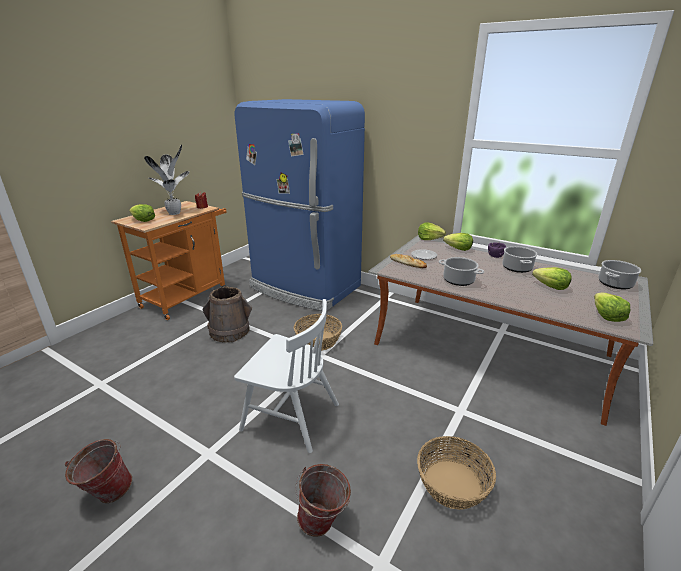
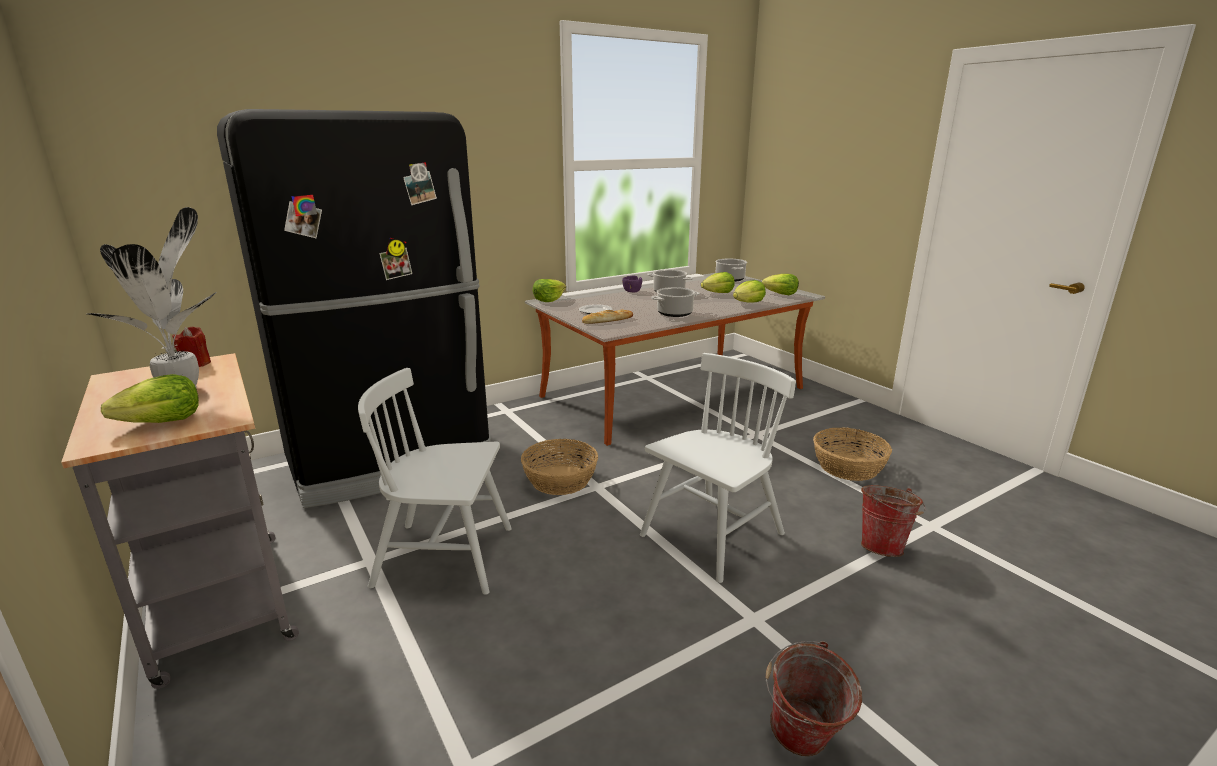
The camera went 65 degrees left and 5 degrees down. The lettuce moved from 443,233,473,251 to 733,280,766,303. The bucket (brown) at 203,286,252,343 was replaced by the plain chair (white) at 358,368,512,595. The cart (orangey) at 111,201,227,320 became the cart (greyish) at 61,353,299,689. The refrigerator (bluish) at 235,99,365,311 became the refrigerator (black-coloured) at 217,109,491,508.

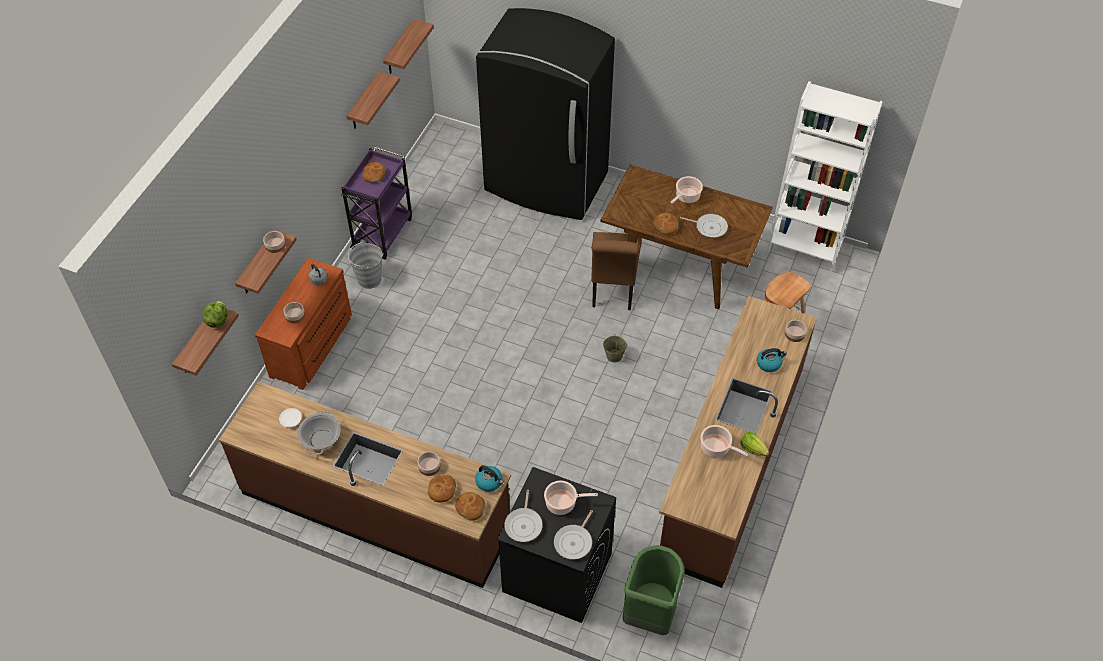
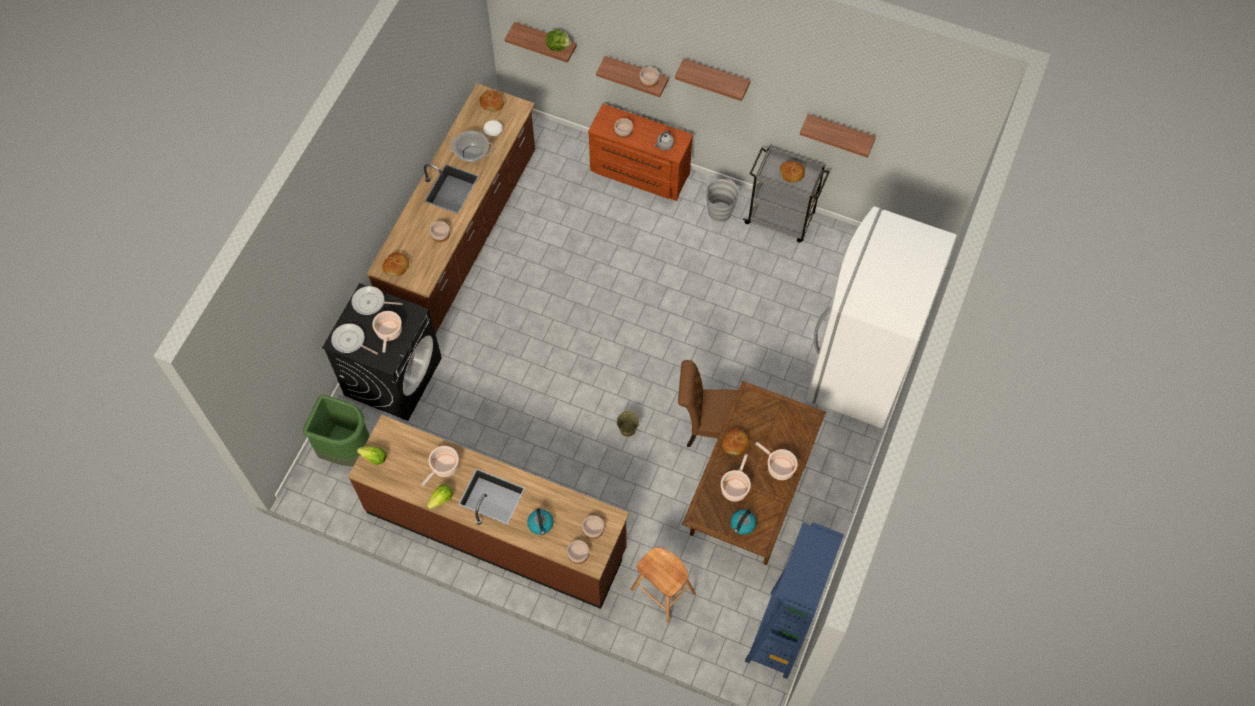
The camera went 90 degrees right and 10 degrees up. The lettuce at 357,446,386,465 appeared. The deep dish at 582,515,604,539 appeared. The shelf moved from 383,19,434,74 to 675,58,750,101. The bakery bread moved from 428,475,456,503 to 479,91,504,112. The kettle moved from 475,465,504,492 to 731,510,756,535. The frying pan at 680,214,728,238 was replaced by the saucepot at 721,454,751,502. The cart (purple) at 341,147,412,260 became the cart (greyish) at 743,146,830,243. The refrigerator (black-coloured) at 476,8,615,220 became the refrigerator (white) at 807,206,957,428. The bookcase (white) at 766,81,883,273 became the bookcase (bluish) at 745,522,844,679.

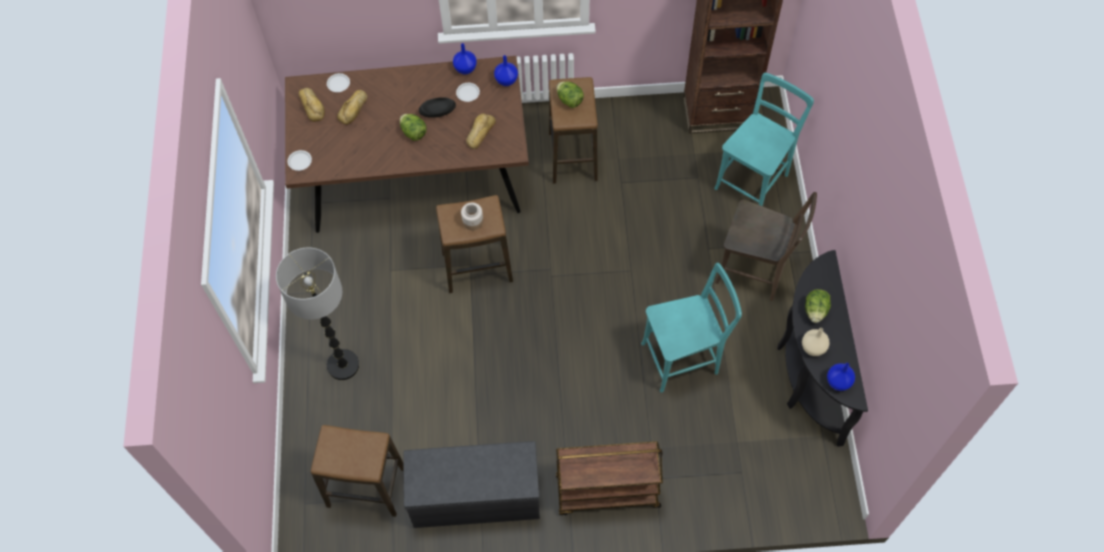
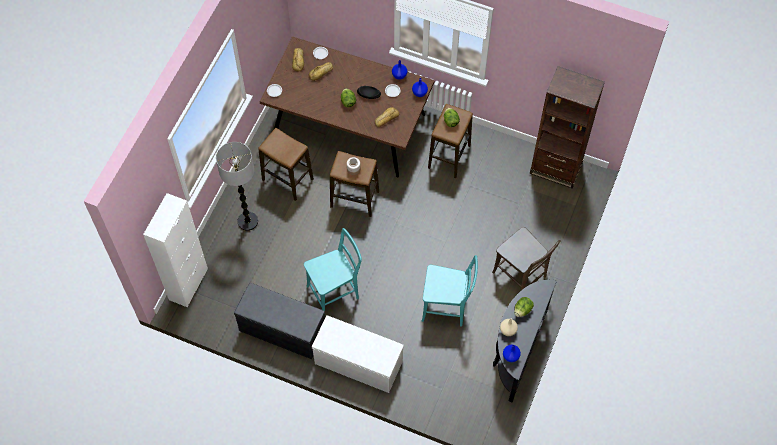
The camera went 25 degrees right and 0 degrees up. The cabinet (white) at 143,193,208,307 appeared. The sitting stool moved from 311,425,404,517 to 259,128,314,201. The plain chair (blue-green) moved from 714,73,814,206 to 304,228,362,311. The cart (brown) at 556,441,663,516 was replaced by the indoor bench (white) at 312,315,404,393.

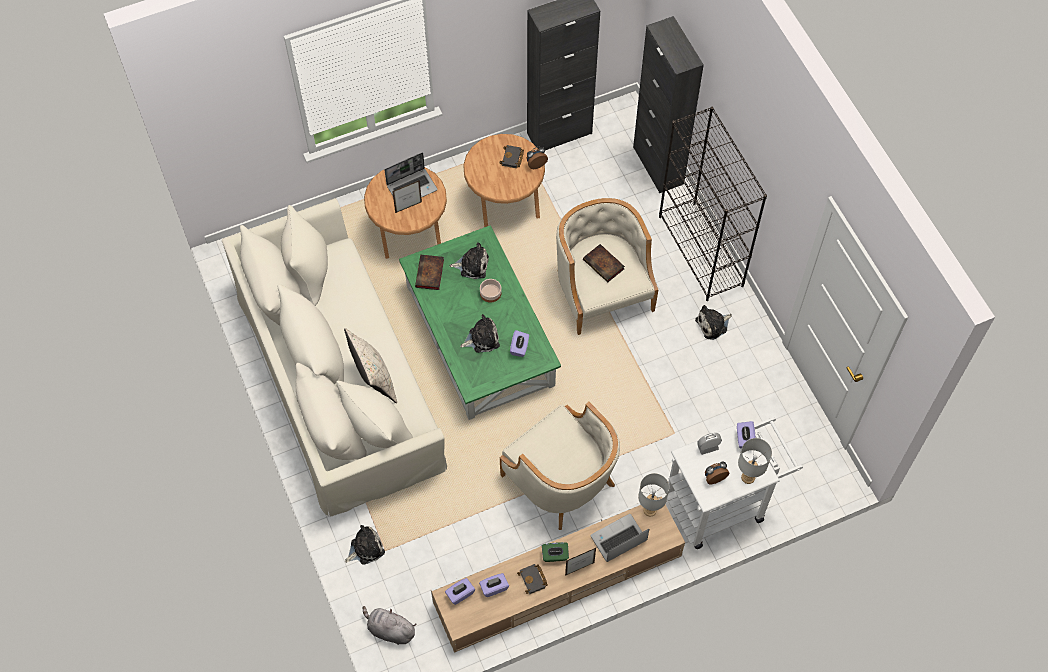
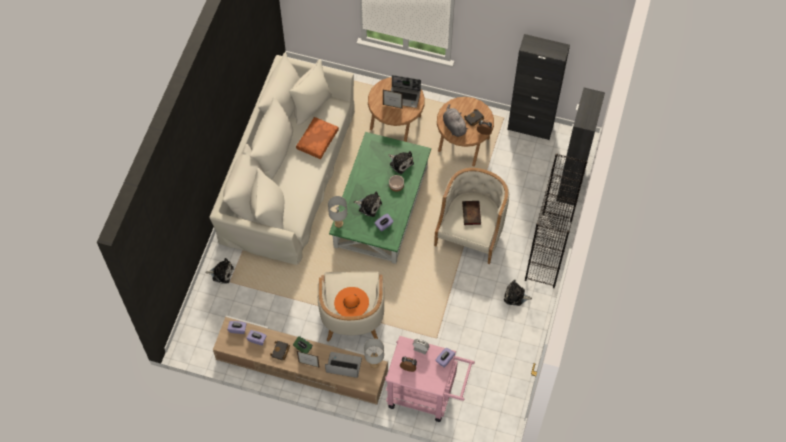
The camera went 40 degrees right and 0 degrees up. The pillow (beige-coloured) at 344,328,397,403 disappeared. The volume at 415,255,444,290 disappeared. The pillow (orangey) at 296,117,339,159 appeared. The hat (orangey) at 334,287,369,316 appeared. The cuddly toy (greyish) moved from 363,606,417,645 to 443,104,469,137. The lamp for a table (greyish) moved from 738,438,772,484 to 328,196,347,228. The cart (white) at 665,417,803,549 became the cart (pinkish) at 385,336,475,422.

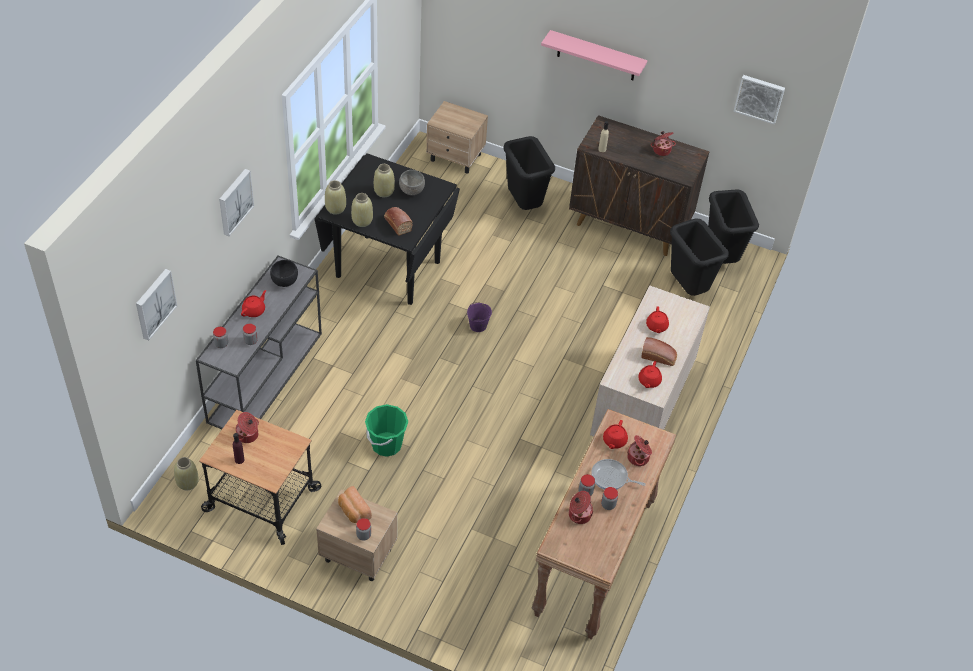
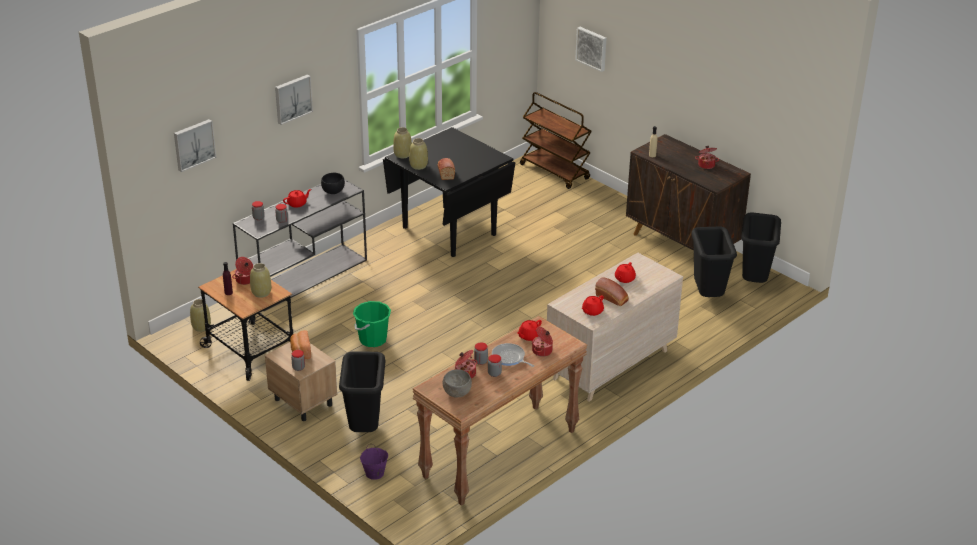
The camera went 25 degrees right and 15 degrees down. The shelf (pinkish) at 541,30,647,80 disappeared. The decorative vase (beige-coloured) moved from 374,164,395,197 to 250,263,271,298. The deep dish (greyish) moved from 399,170,425,195 to 443,369,472,397. The bucket (purple) moved from 467,302,492,332 to 360,444,388,480. The rubbish bin (black-coloured) moved from 503,136,555,210 to 339,352,386,432. The wall picture moved from 734,75,785,124 to 575,27,607,72. The night table (beige-coloured) at 426,101,488,174 was replaced by the cart (brown) at 520,92,592,189.

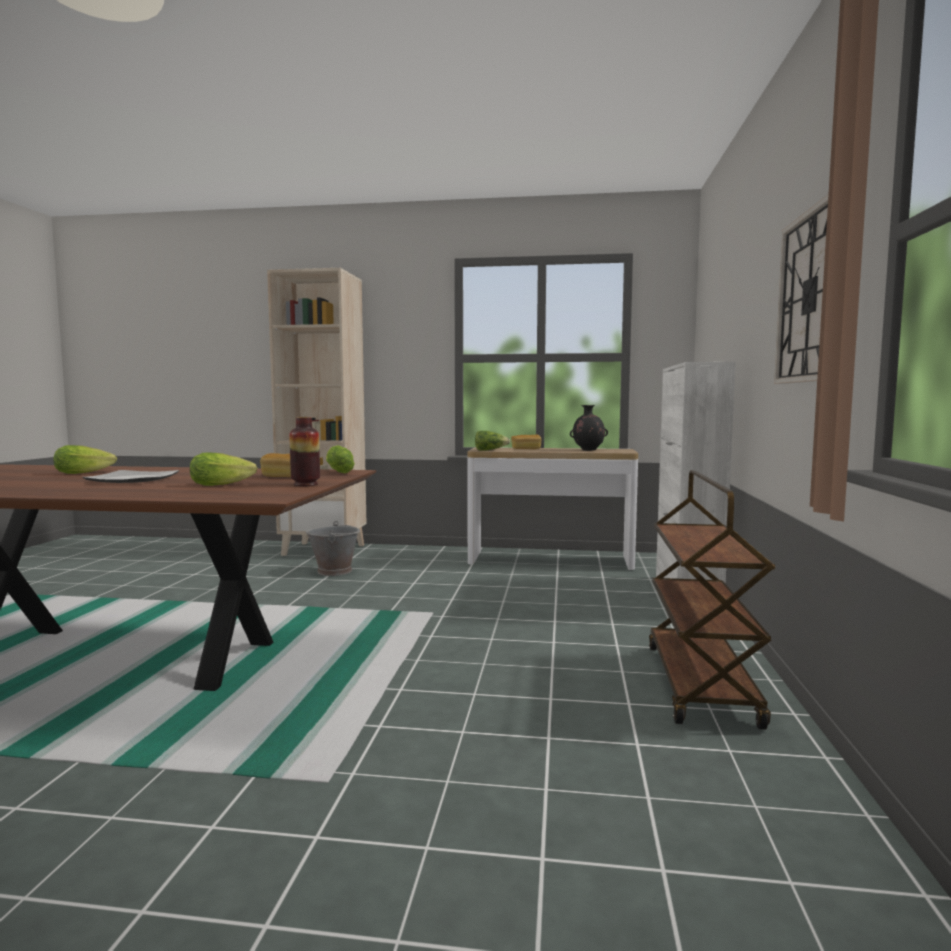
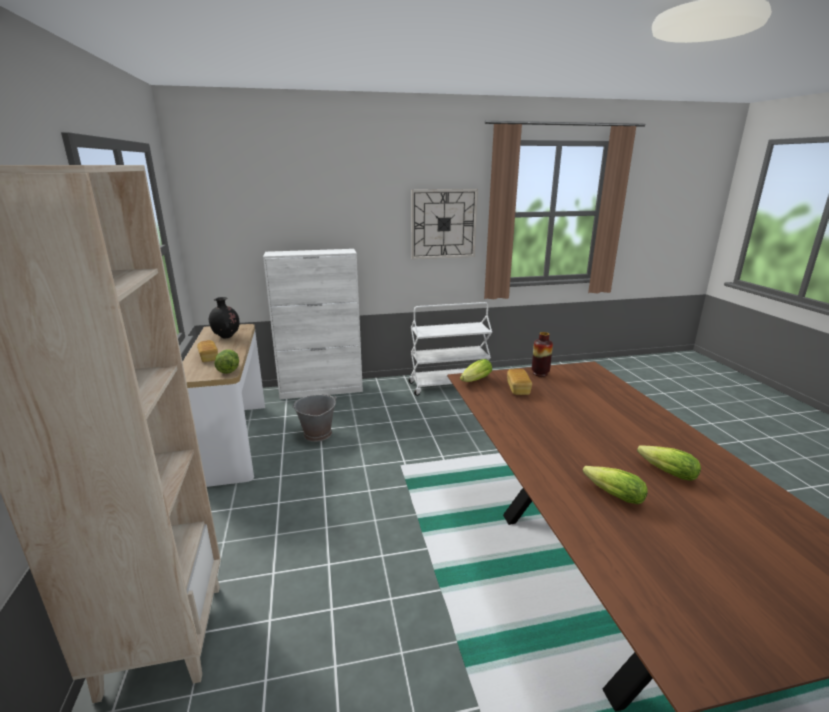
The camera went 110 degrees left and 15 degrees up. The plate at 83,470,179,483 disappeared. The lettuce moved from 190,452,257,486 to 637,445,701,481. The bucket (greyish) moved from 306,521,360,576 to 292,394,337,442. The cart (brown) at 649,470,775,730 became the cart (white) at 408,302,492,396.

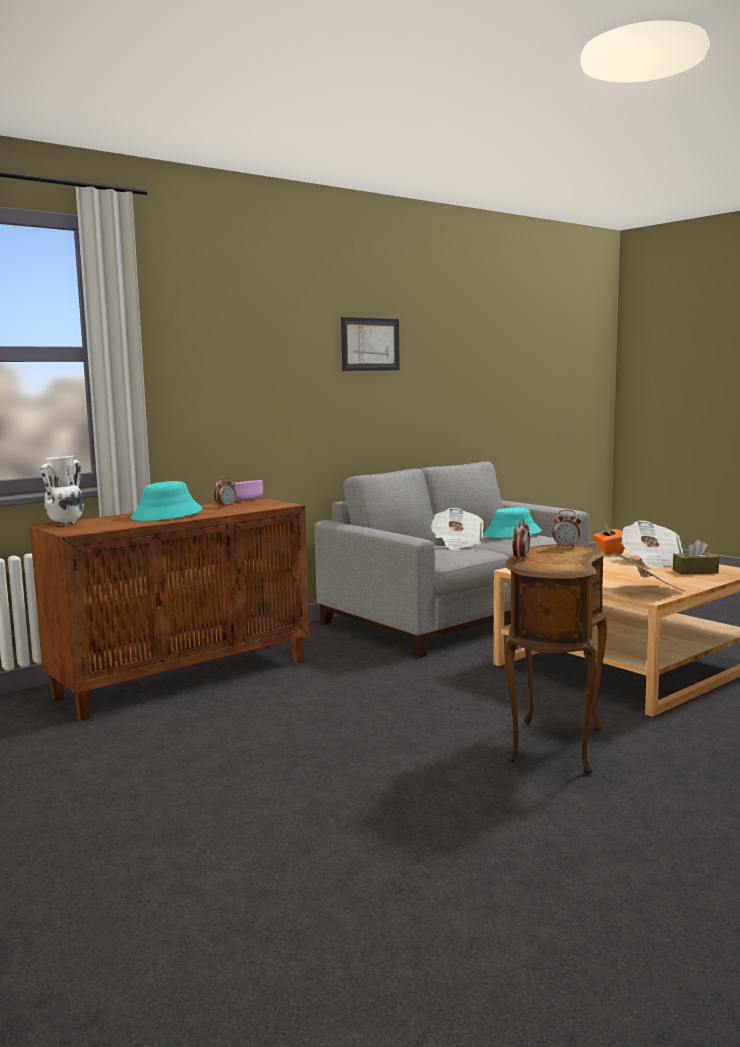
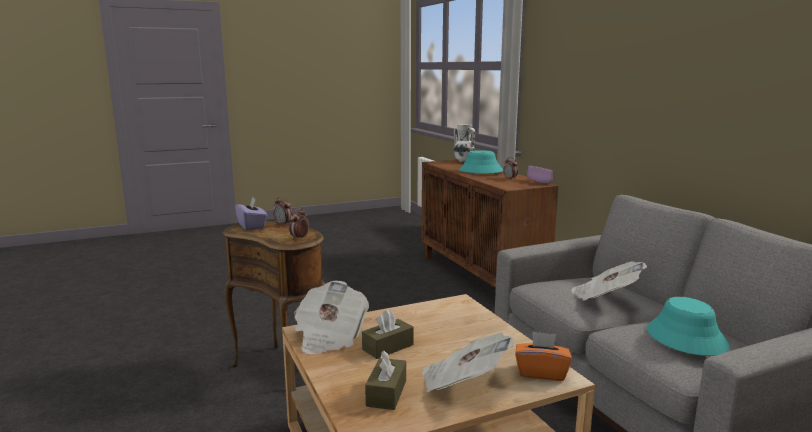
The camera went 105 degrees right and 5 degrees up. The wall picture at 341,317,400,371 disappeared. The tissue holder (purple) at 235,197,267,231 appeared. The tissue holder (brown) at 362,310,414,359 appeared.

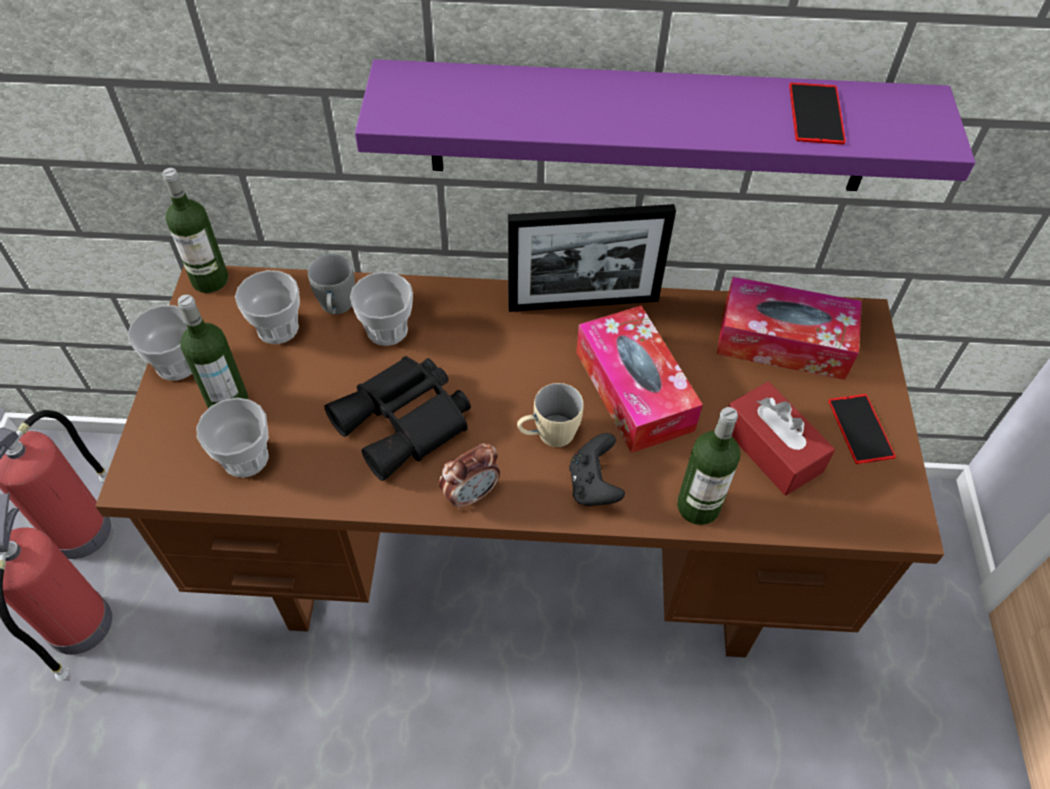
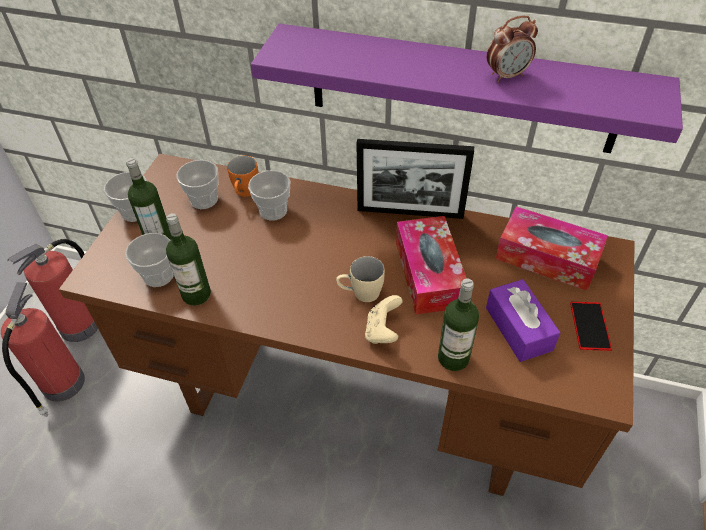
The camera went 15 degrees right and 5 degrees down. The binoculars (black-coloured) at 324,356,471,481 disappeared. The handset at 789,82,846,145 disappeared. The drink bottle moved from 163,168,228,293 to 166,213,211,306. The table clock moved from 439,443,500,510 to 487,15,538,82. The coffee mug (greyish) at 308,254,355,314 became the coffee mug (orangey) at 227,156,258,197. The game controller (black-coloured) at 569,433,625,506 became the game controller (beige-coloured) at 365,295,403,344. The tissue holder (red) at 729,382,835,495 became the tissue holder (purple) at 486,279,560,362.

